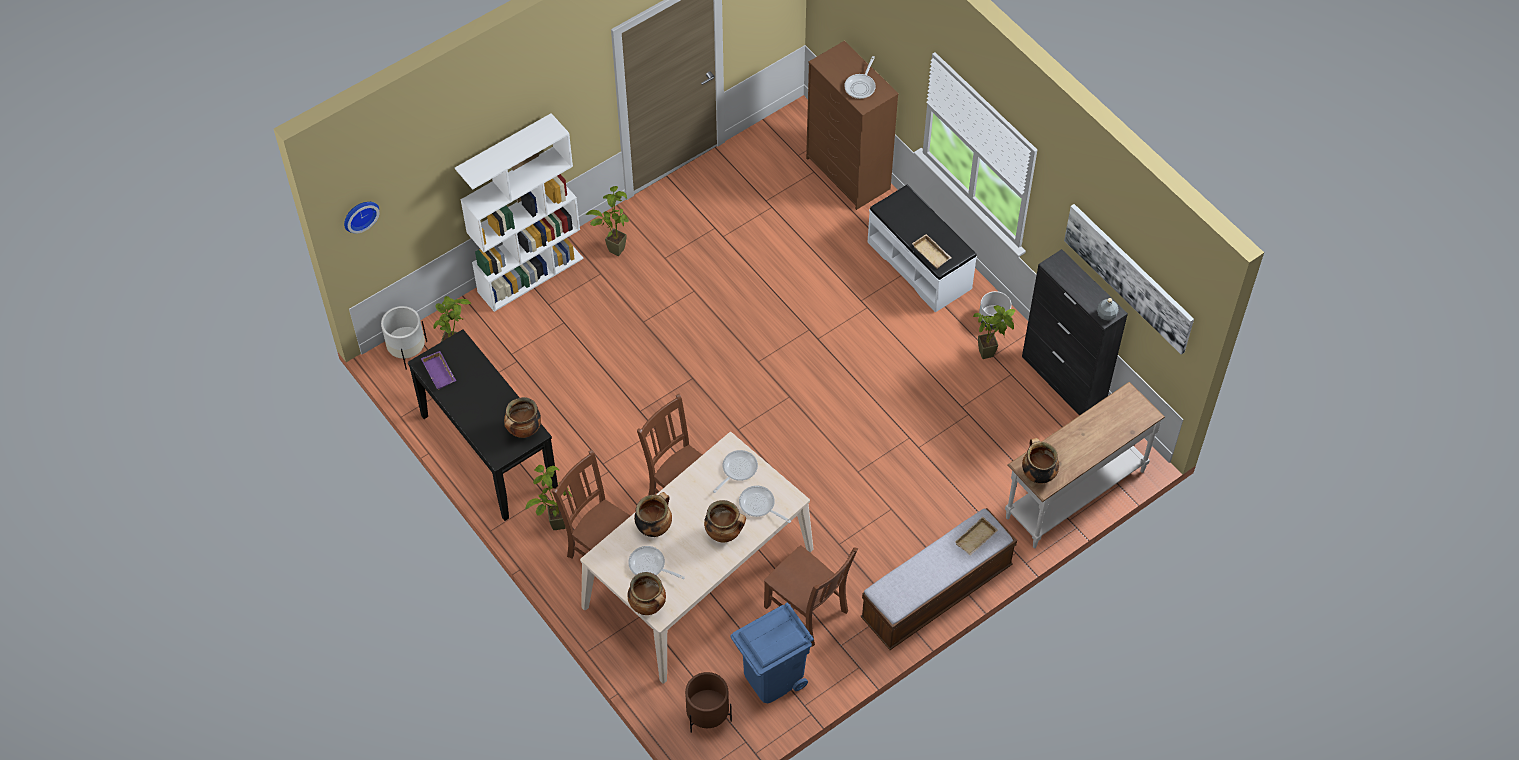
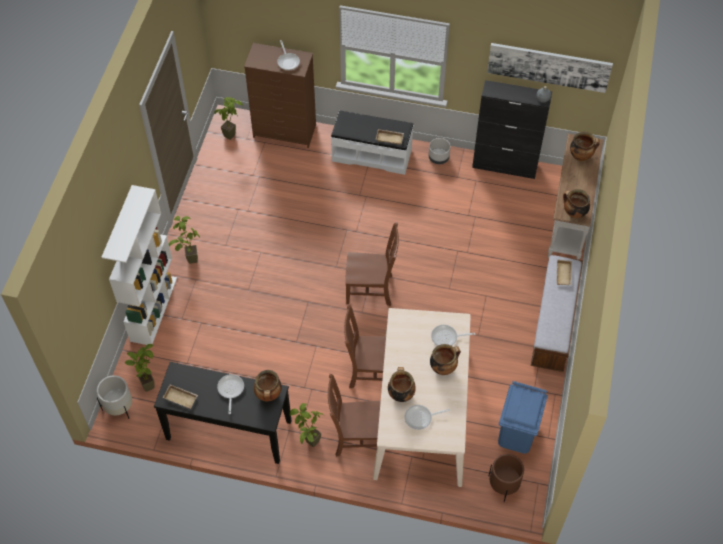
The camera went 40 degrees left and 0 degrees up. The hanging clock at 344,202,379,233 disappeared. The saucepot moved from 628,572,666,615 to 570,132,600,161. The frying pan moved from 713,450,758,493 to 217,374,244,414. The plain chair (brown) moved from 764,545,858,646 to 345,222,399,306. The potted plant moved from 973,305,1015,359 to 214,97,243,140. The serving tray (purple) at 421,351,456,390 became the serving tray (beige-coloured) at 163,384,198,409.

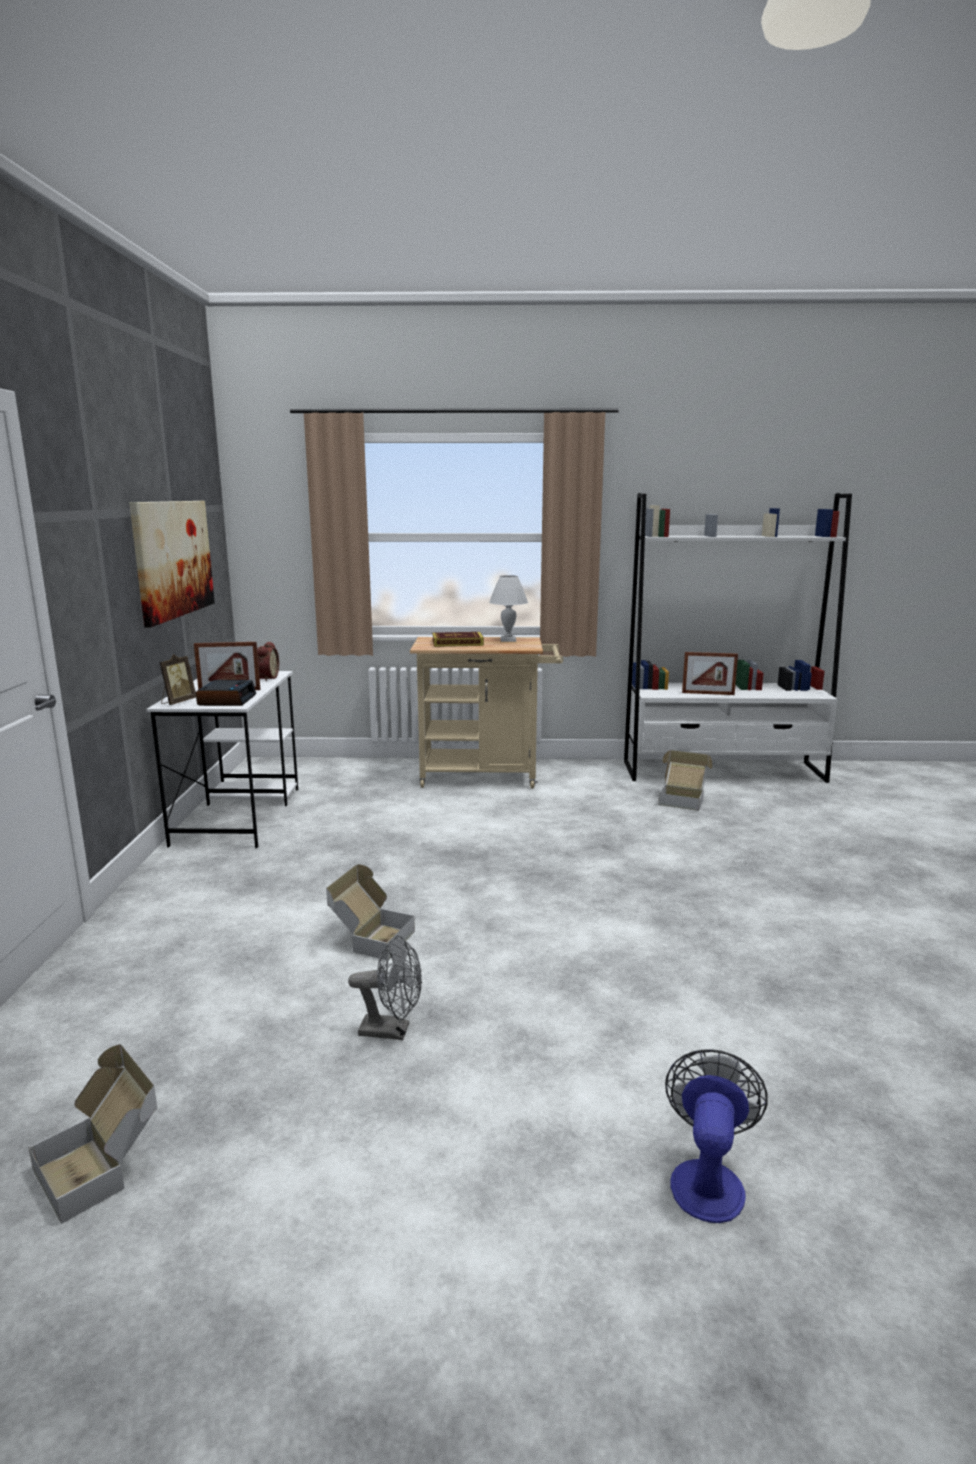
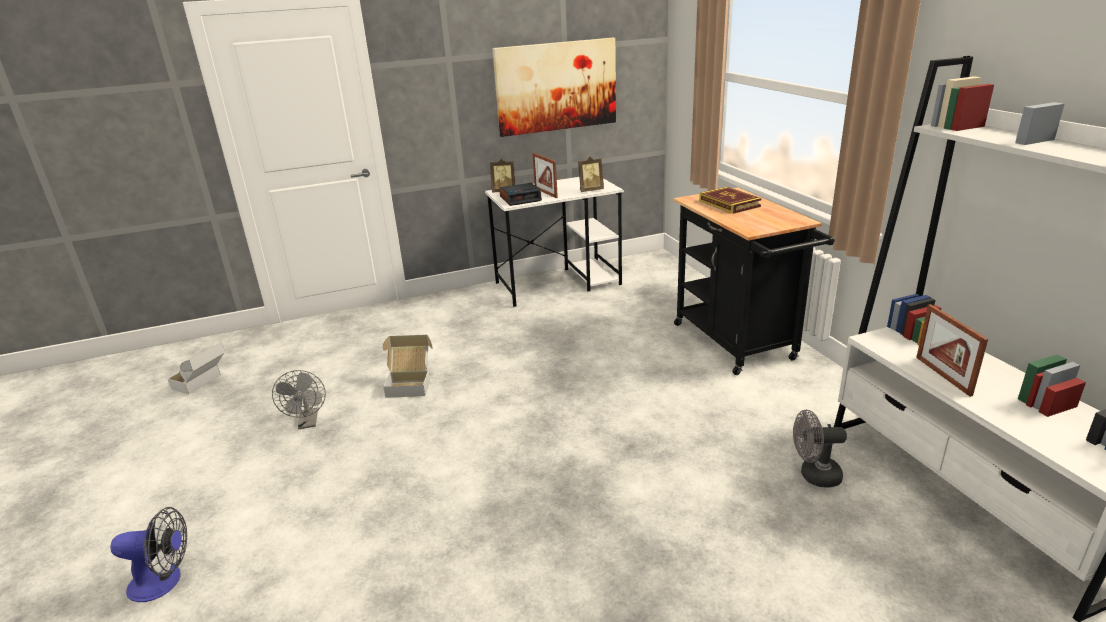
The camera went 70 degrees right and 10 degrees up. The lamp for a table (white) at 489,575,528,642 disappeared. The table clock at 257,642,279,681 was replaced by the photo frame at 578,157,604,192. The carton at 658,750,713,811 was replaced by the cooling fan (greyish) at 793,410,847,488. The cart (beige-coloured) at 410,637,563,789 became the cart (black-coloured) at 673,187,835,375.

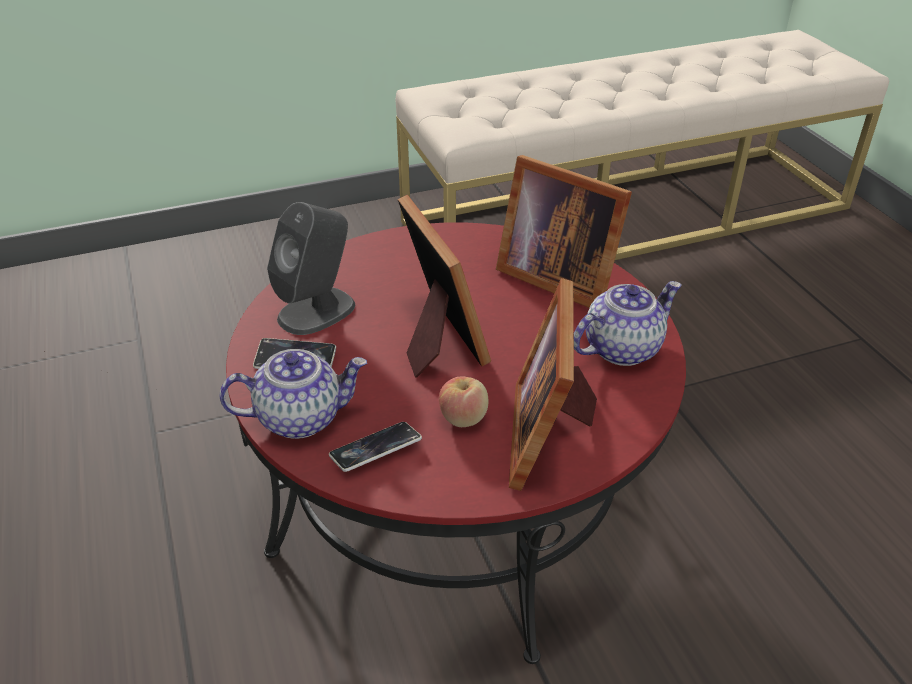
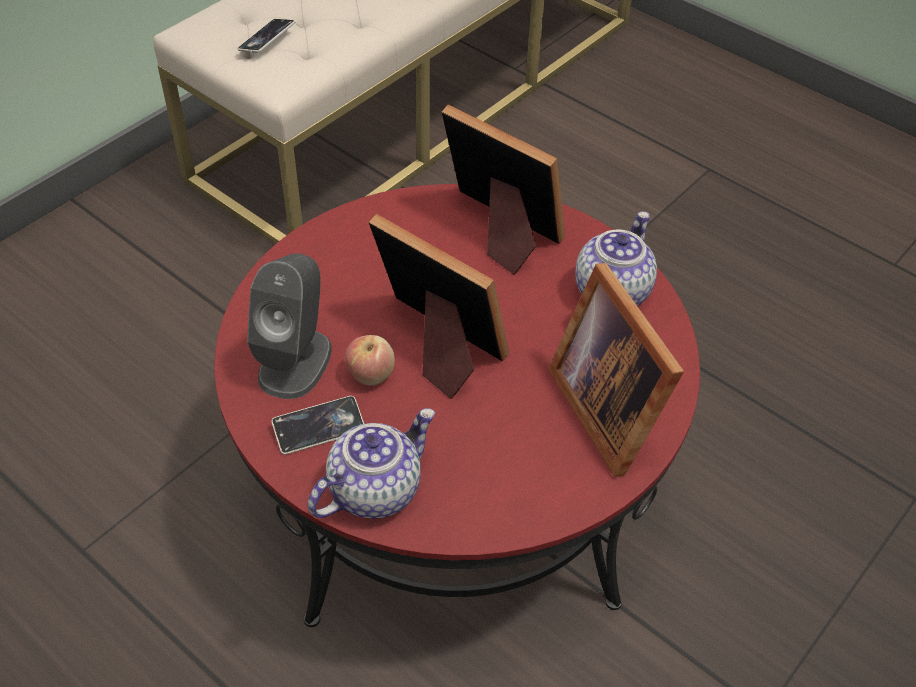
The camera went 30 degrees left and 10 degrees up. The handset moved from 329,422,422,472 to 238,19,295,53. The whole apple moved from 439,377,488,427 to 345,335,395,386. The photo frame at 496,155,632,308 turned 150 degrees counterclockwise.

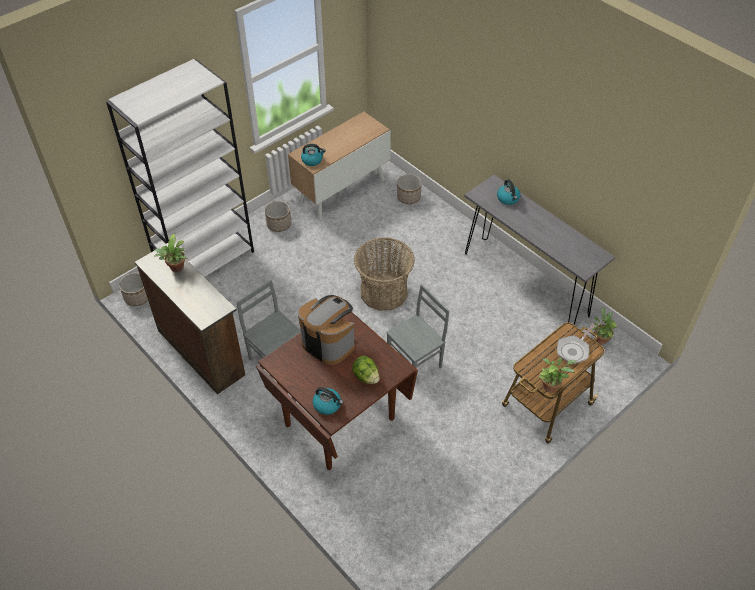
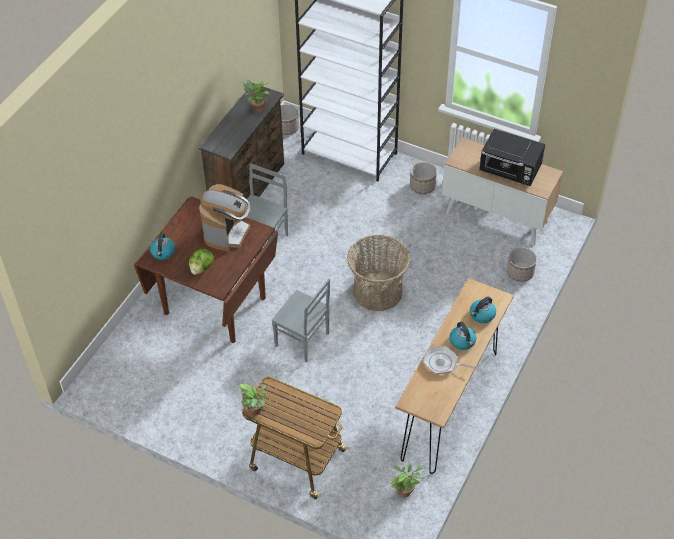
The camera went 70 degrees right and 0 degrees up. The microwave (black-coloured) at 479,129,545,186 appeared. The kettle moved from 301,144,326,166 to 449,322,476,350. The frying pan moved from 557,323,596,364 to 423,346,480,375. The hall table (greyish) at 464,175,615,332 became the hall table (brown) at 395,278,514,474.

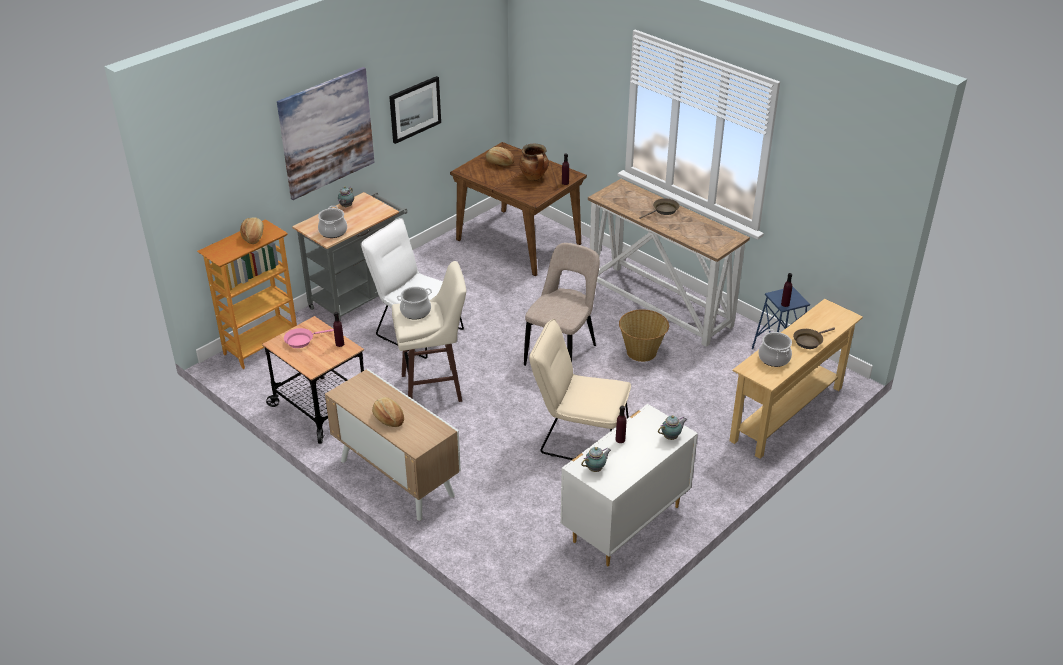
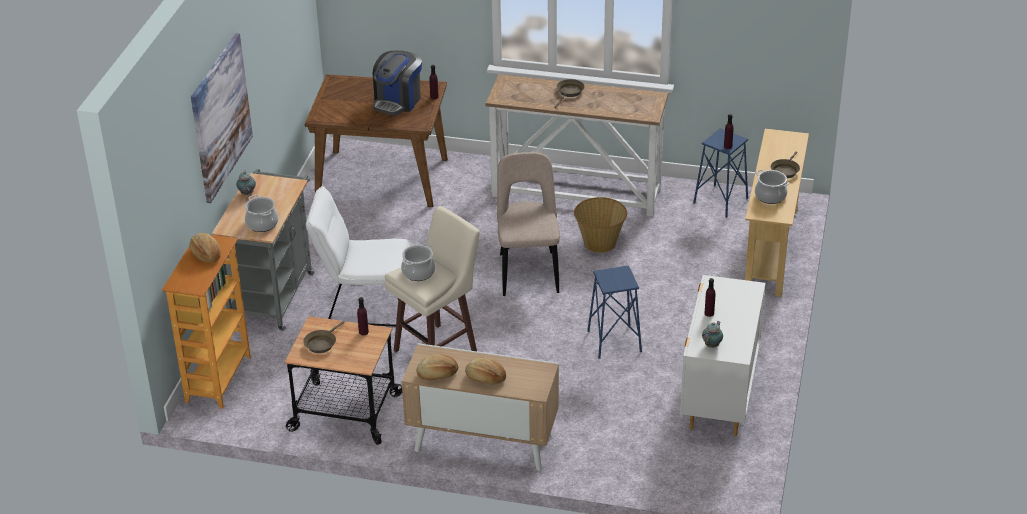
The camera went 30 degrees left and 0 degrees up. The wall picture at 389,76,441,144 disappeared. The teapot at 658,415,687,440 disappeared. The bakery bread moved from 486,147,514,166 to 417,354,458,380. The saucepot at 519,144,549,180 was replaced by the coffee maker at 373,51,422,115. The plain chair (beige-coloured) at 529,319,631,460 was replaced by the sitting stool (bluish) at 587,265,642,359. The frying pan (pinkish) at 284,328,334,348 became the frying pan (brown) at 303,320,345,353.

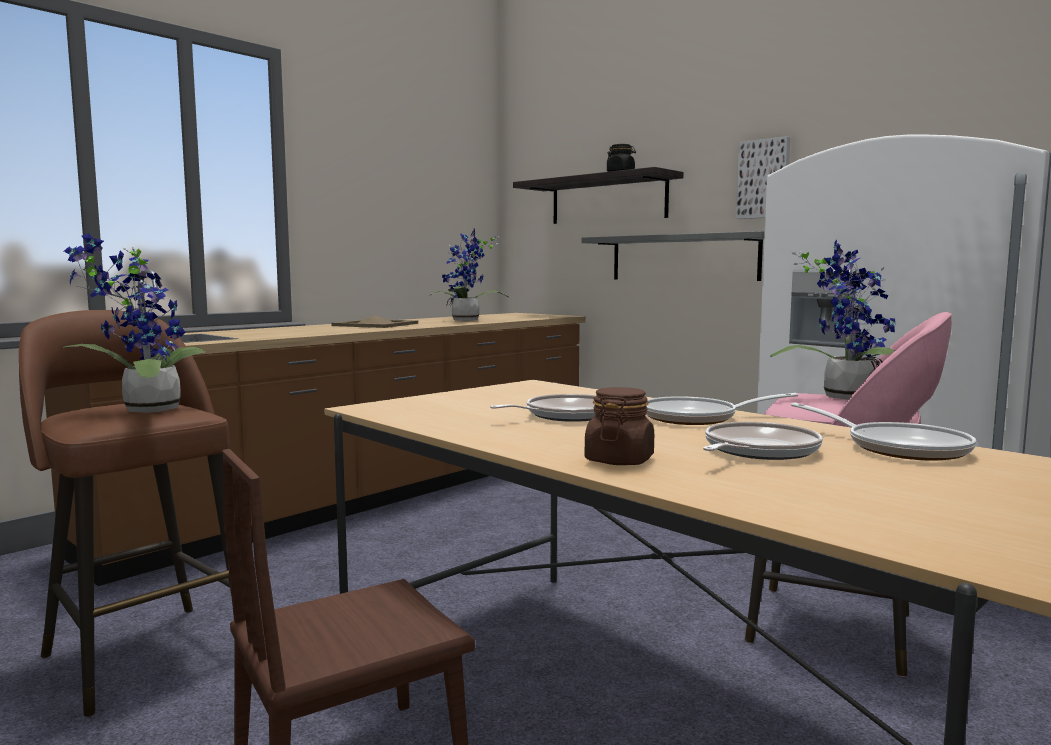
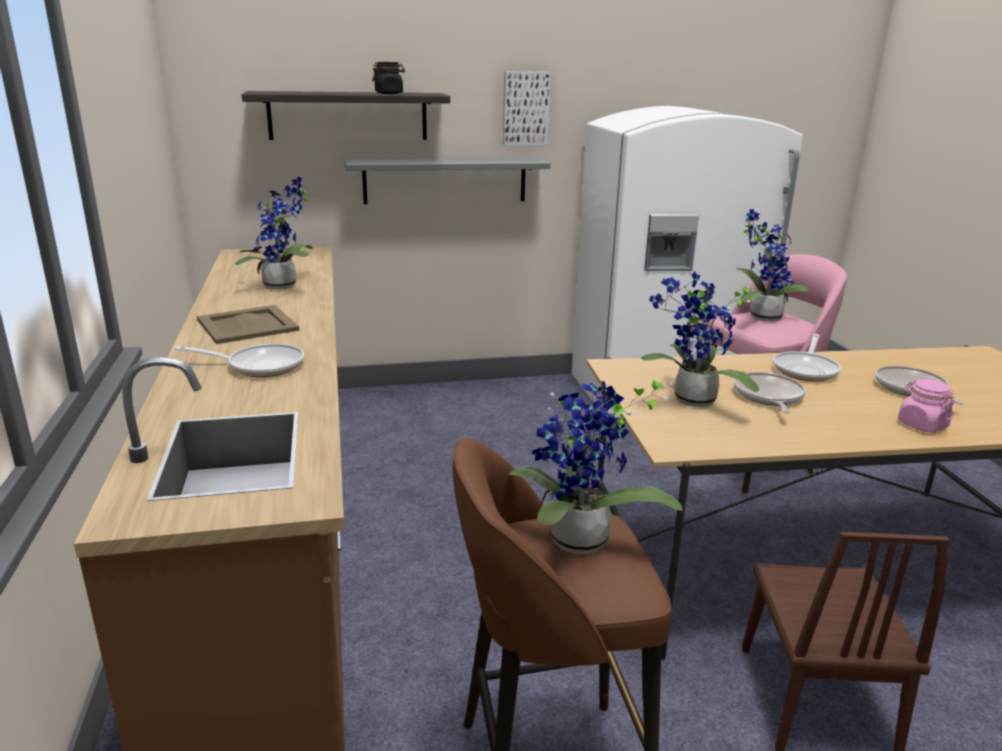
The camera went 55 degrees left and 15 degrees up. The potted plant at 641,272,759,407 appeared. The frying pan moved from 791,403,976,461 to 174,343,304,377. The preserve jar (brown) at 584,387,654,465 became the preserve jar (pinkish) at 898,379,955,433.

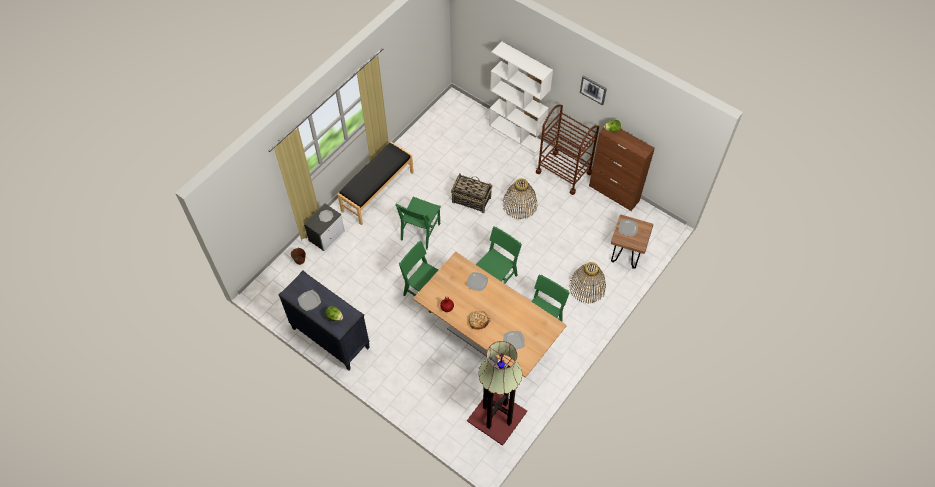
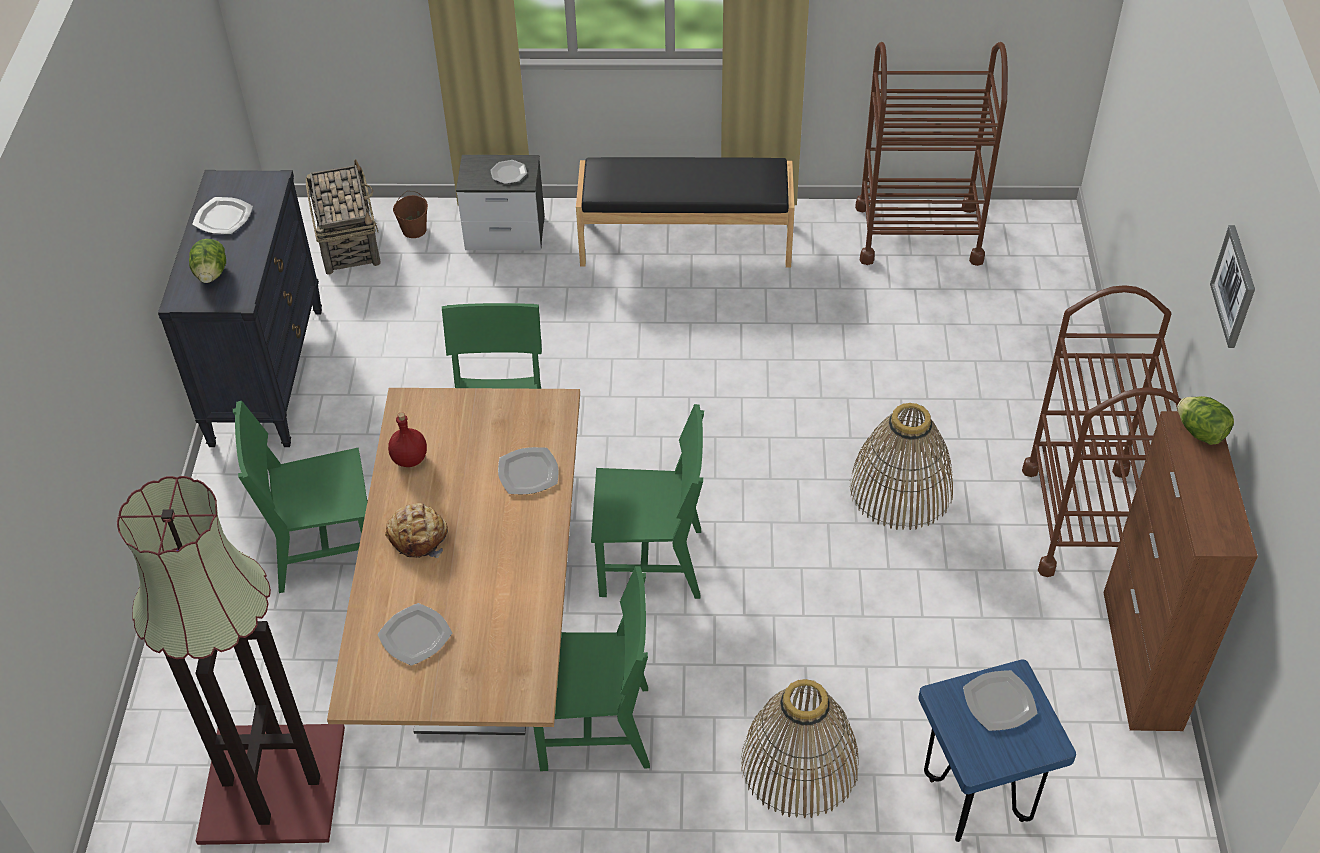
The camera went 55 degrees right and 10 degrees down. The bookcase (white) at 489,42,553,153 disappeared. The cart (brown) at 855,42,1008,266 appeared. The plain chair (green-coloured) moved from 395,196,441,249 to 233,401,368,593. The household basket moved from 451,174,492,213 to 306,159,381,275. The sitting stool (brown) at 611,215,653,269 became the sitting stool (bluish) at 919,659,1076,842.

